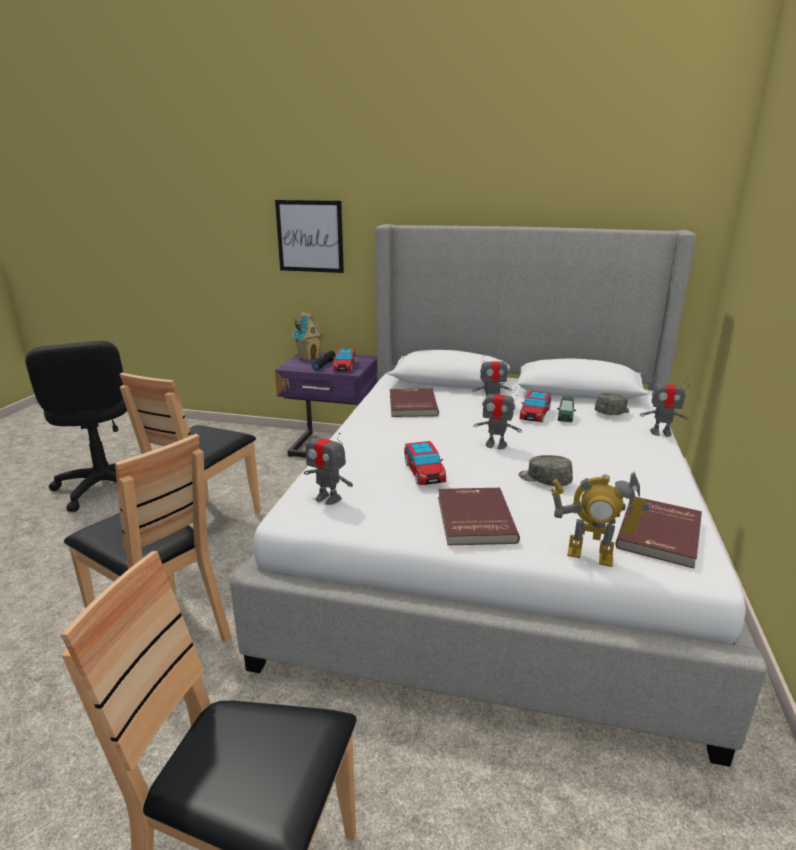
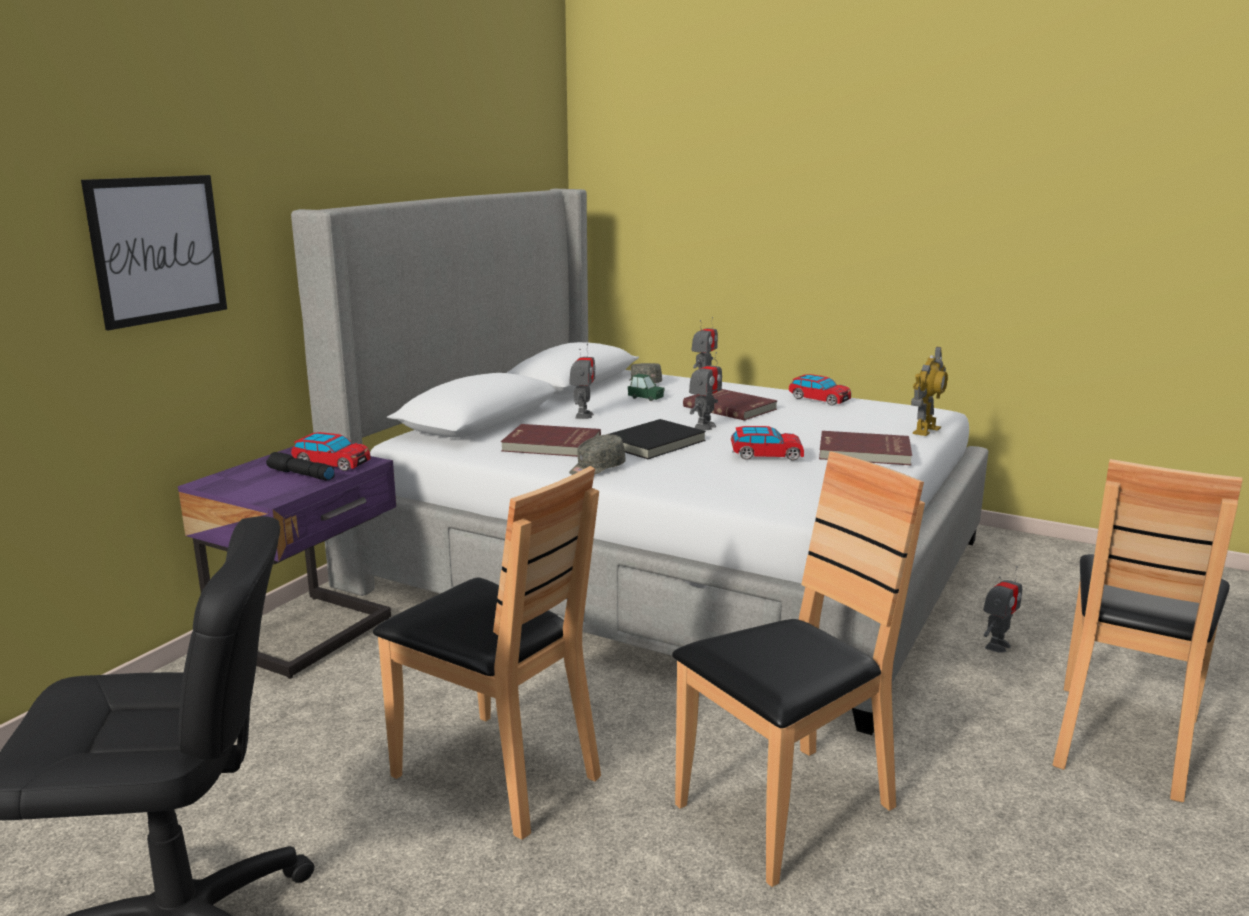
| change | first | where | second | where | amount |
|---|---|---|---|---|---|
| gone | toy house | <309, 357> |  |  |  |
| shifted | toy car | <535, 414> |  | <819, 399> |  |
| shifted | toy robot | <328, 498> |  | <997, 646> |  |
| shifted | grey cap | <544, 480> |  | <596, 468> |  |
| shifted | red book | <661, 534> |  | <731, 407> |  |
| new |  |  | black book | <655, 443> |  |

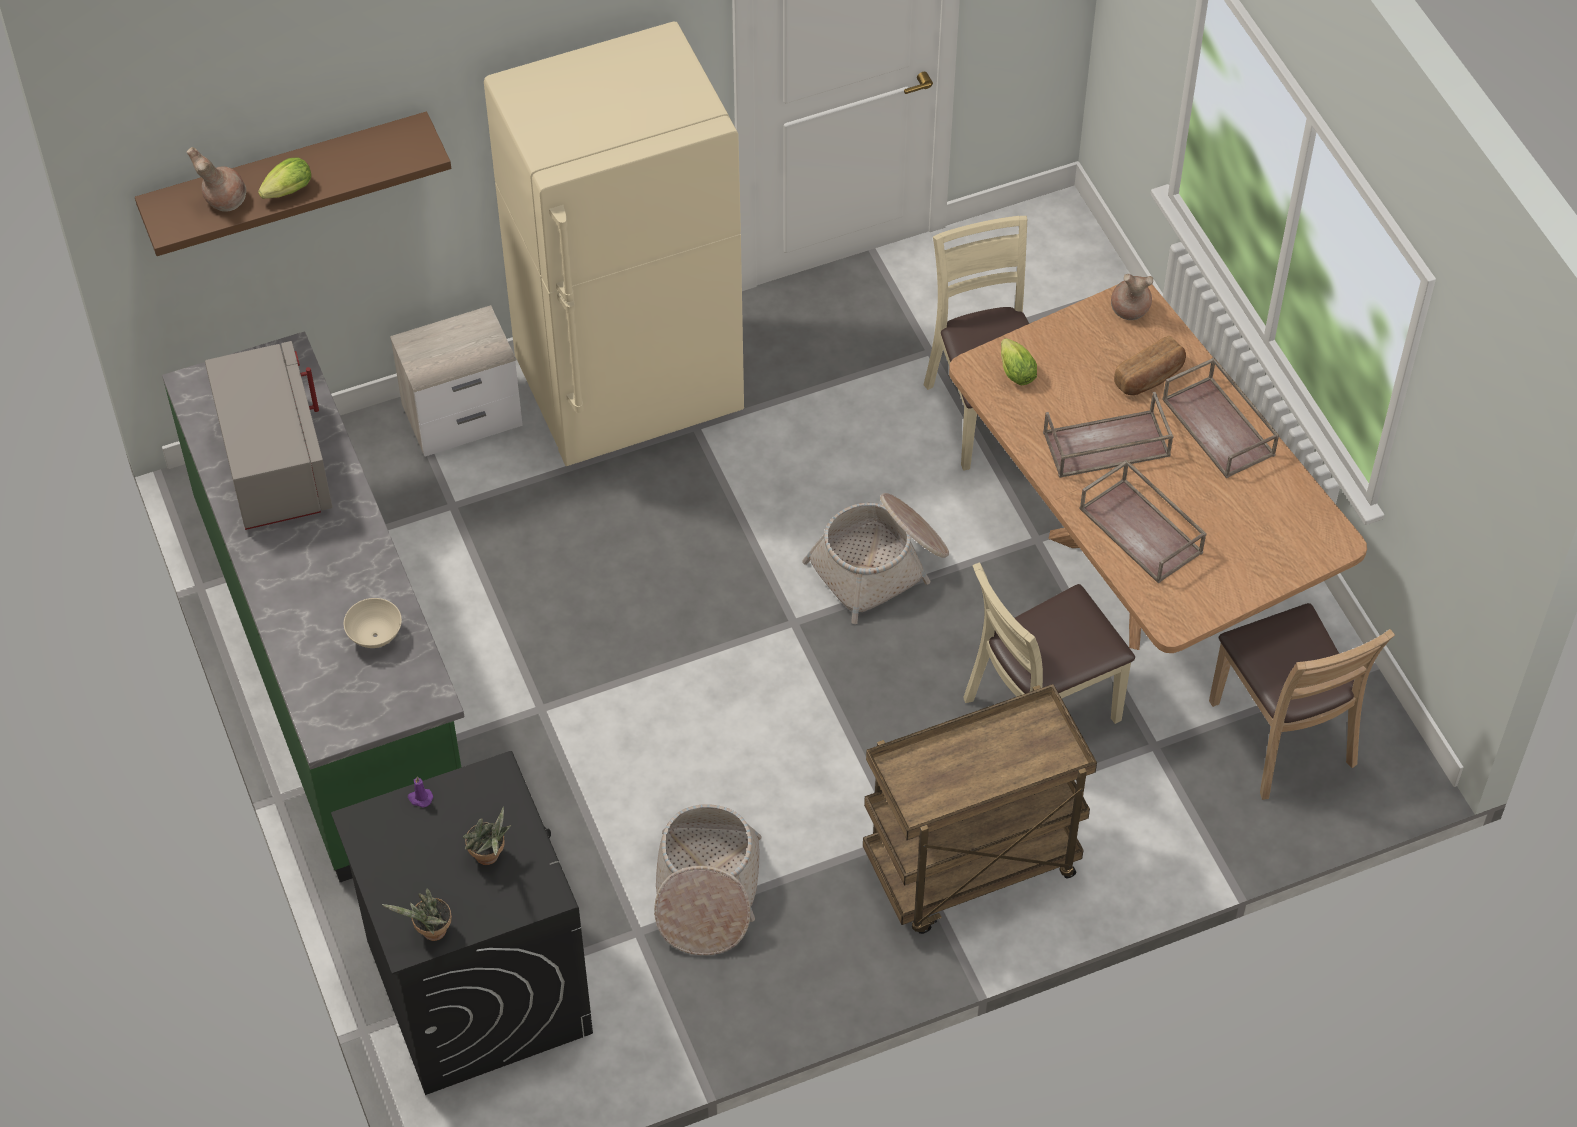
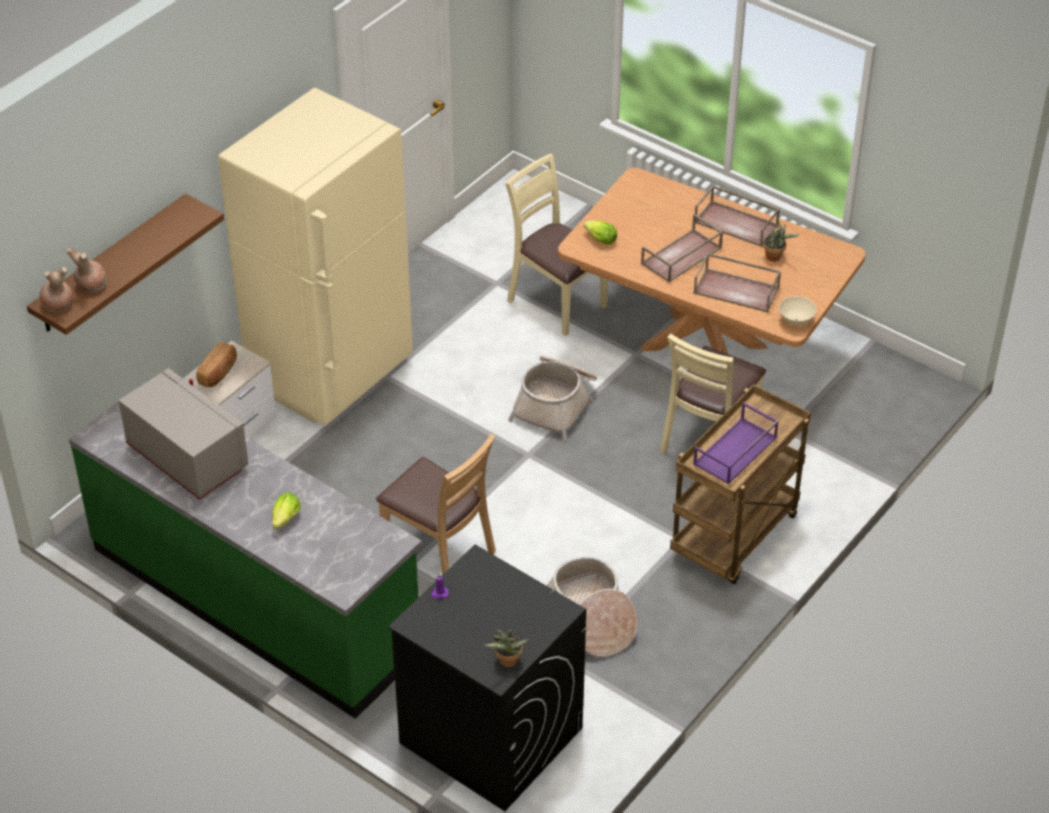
| change | first | where | second | where | amount |
|---|---|---|---|---|---|
| shifted | lettuce | <286, 193> |  | <285, 521> |  |
| shifted | brown vase | <1129, 311> |  | <57, 306> |  |
| shifted | bread | <1150, 377> |  | <219, 372> |  |
| shifted | beige bowl | <375, 637> |  | <796, 321> |  |
| shifted | brown chair | <1281, 736> |  | <439, 554> |  |
| shifted | potted plant | <490, 857> |  | <775, 257> |  |
| new |  |  | purple tray | <735, 452> |  |

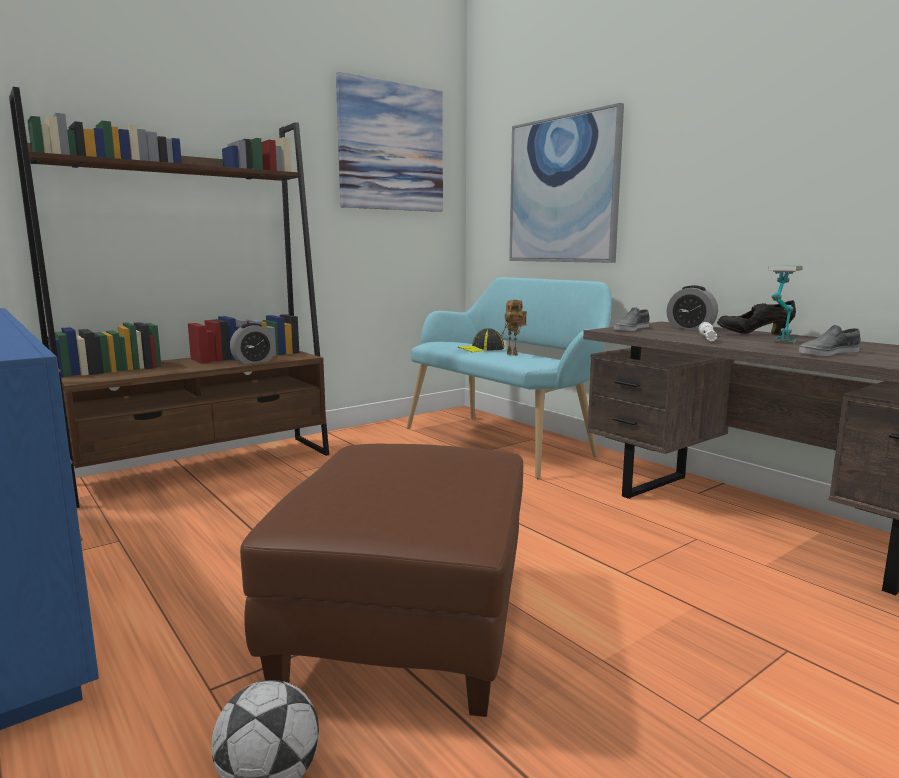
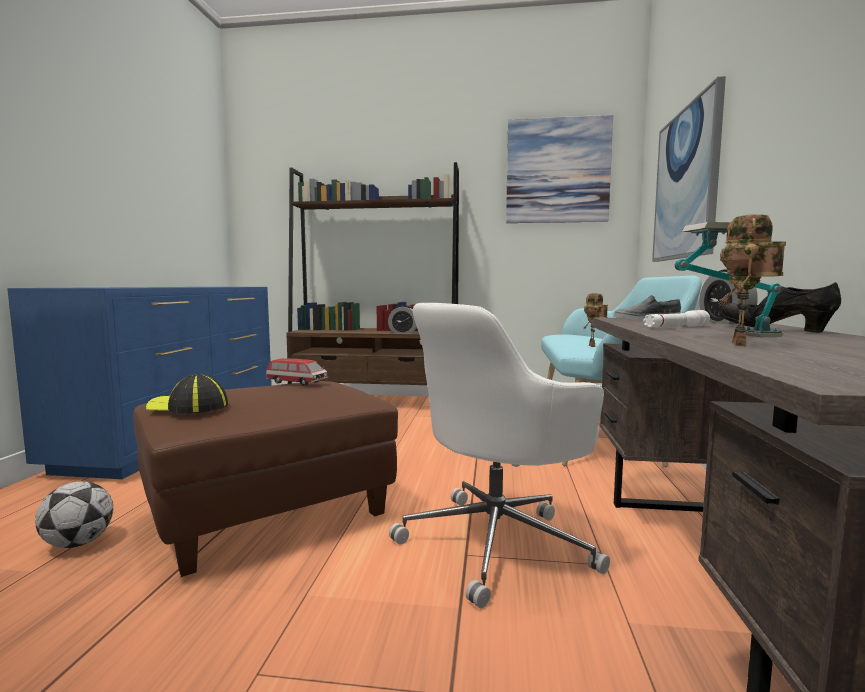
| change | first | where | second | where | amount |
|---|---|---|---|---|---|
| swapped | grey shoe | <828, 353> | toy robot | <743, 344> |  |
| shifted | cap | <481, 349> |  | <188, 407> |  |
| new |  |  | white office chair | <498, 542> |  |
| new |  |  | toy car | <297, 383> |  |

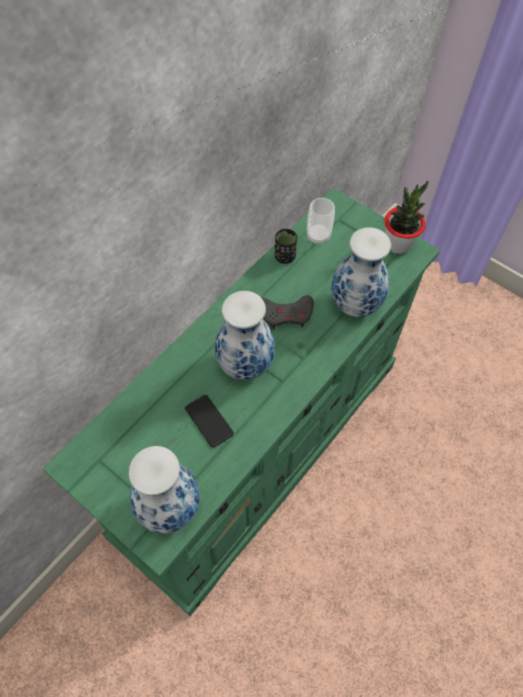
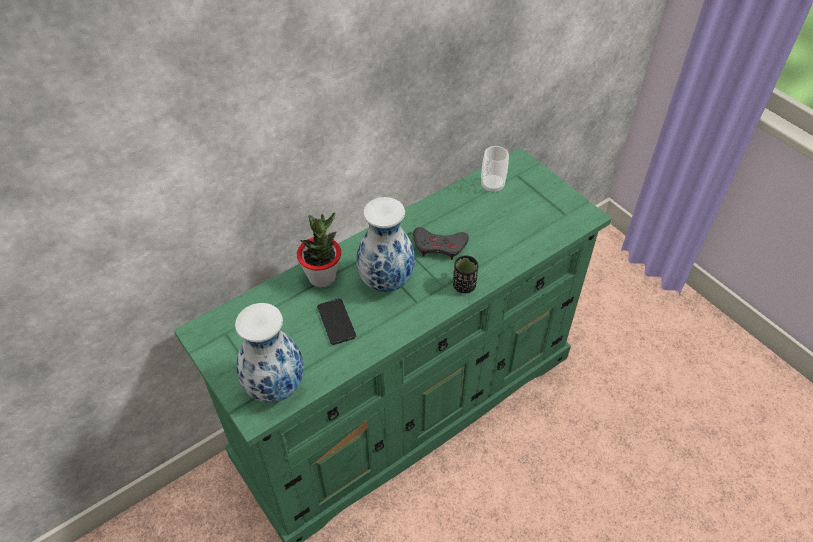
| change | first | where | second | where | amount |
|---|---|---|---|---|---|
| shifted | potted plant | <398, 244> |  | <322, 277> |  |
| gone | vase | <354, 304> |  |  |  |
| shifted | black cup | <285, 256> |  | <464, 286> |  |

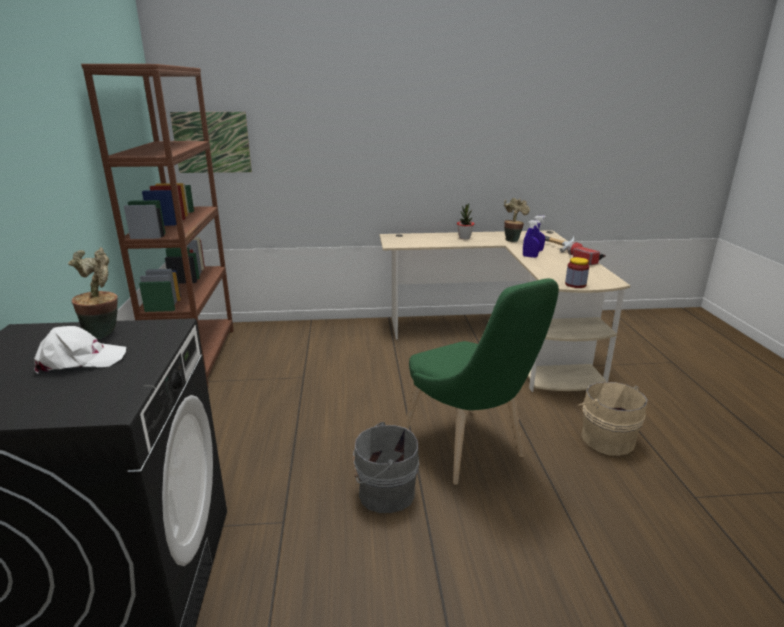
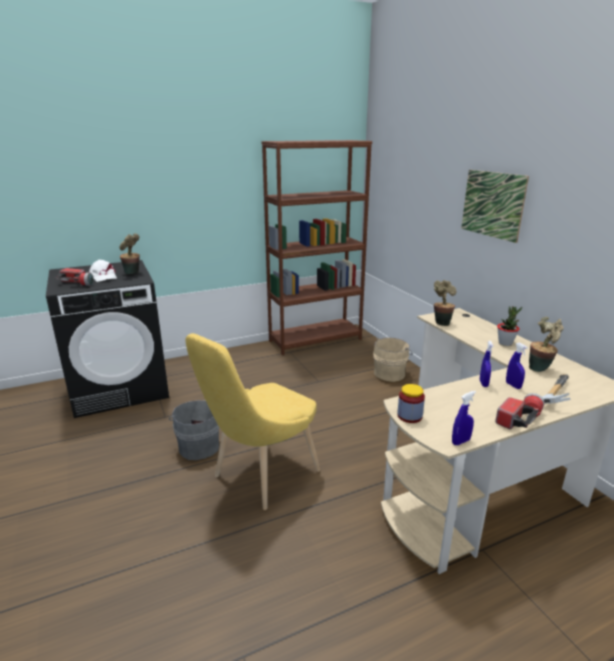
| change | first | where | second | where | amount |
|---|---|---|---|---|---|
| shifted | picture | <212, 142> |  | <492, 204> |  |
| repainted | green chair | <467, 450> | yellow chair | <261, 476> |  |
| shifted | beige bucket | <606, 438> |  | <390, 373> |  |
| new |  |  | flashlight | <77, 283> |  |
| new |  |  | potted plant | <441, 322> |  |
| new |  |  | blue spray bottle | <460, 441> |  |

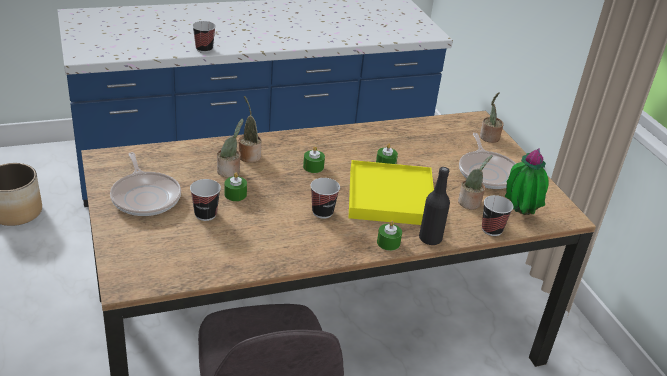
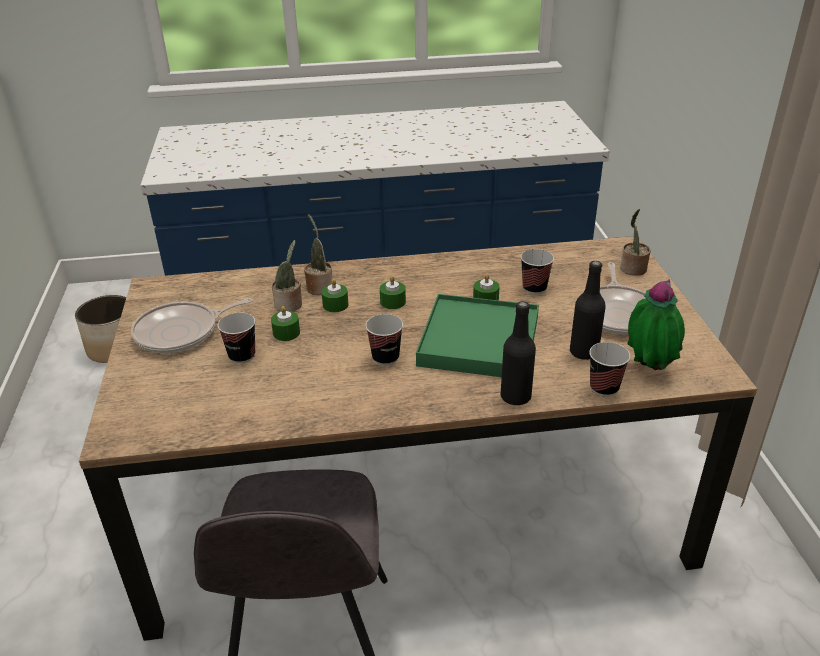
| change | first | where | second | where | amount |
|---|---|---|---|---|---|
| shifted | cup | <204, 49> |  | <534, 288> |  |
| rotated | frying pan | <145, 196> |  | <181, 332> | 75 degrees clockwise |
| swapped | potted plant | <470, 203> | black bottle | <583, 352> |  |
| repainted | yellow tray | <391, 197> | green tray | <479, 341> |  |
| shifted | green candle | <388, 243> |  | <335, 305> |  |

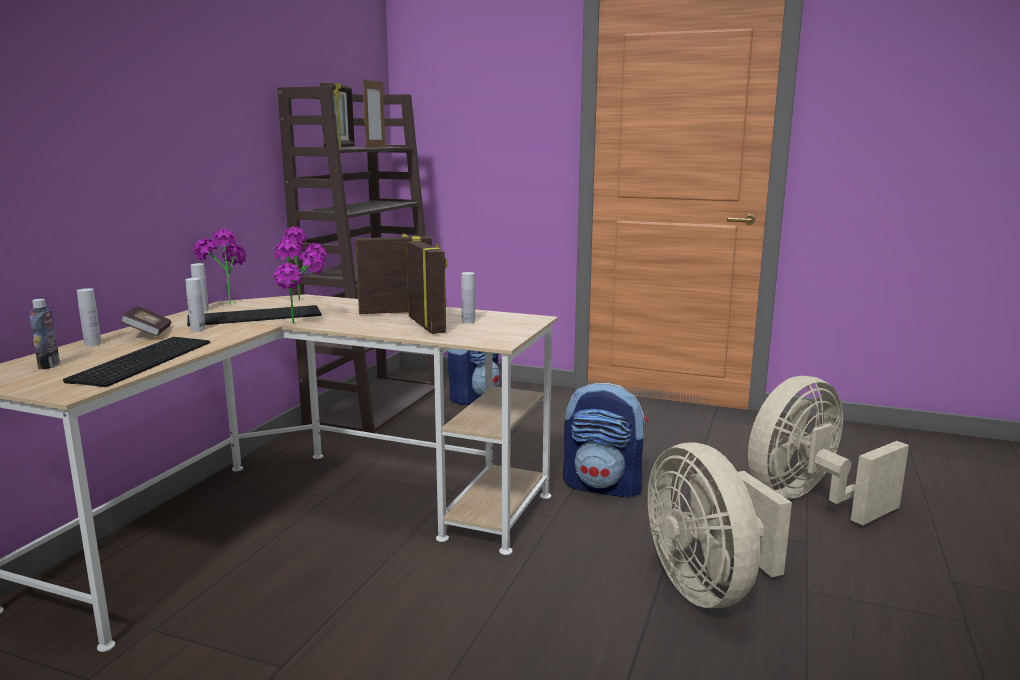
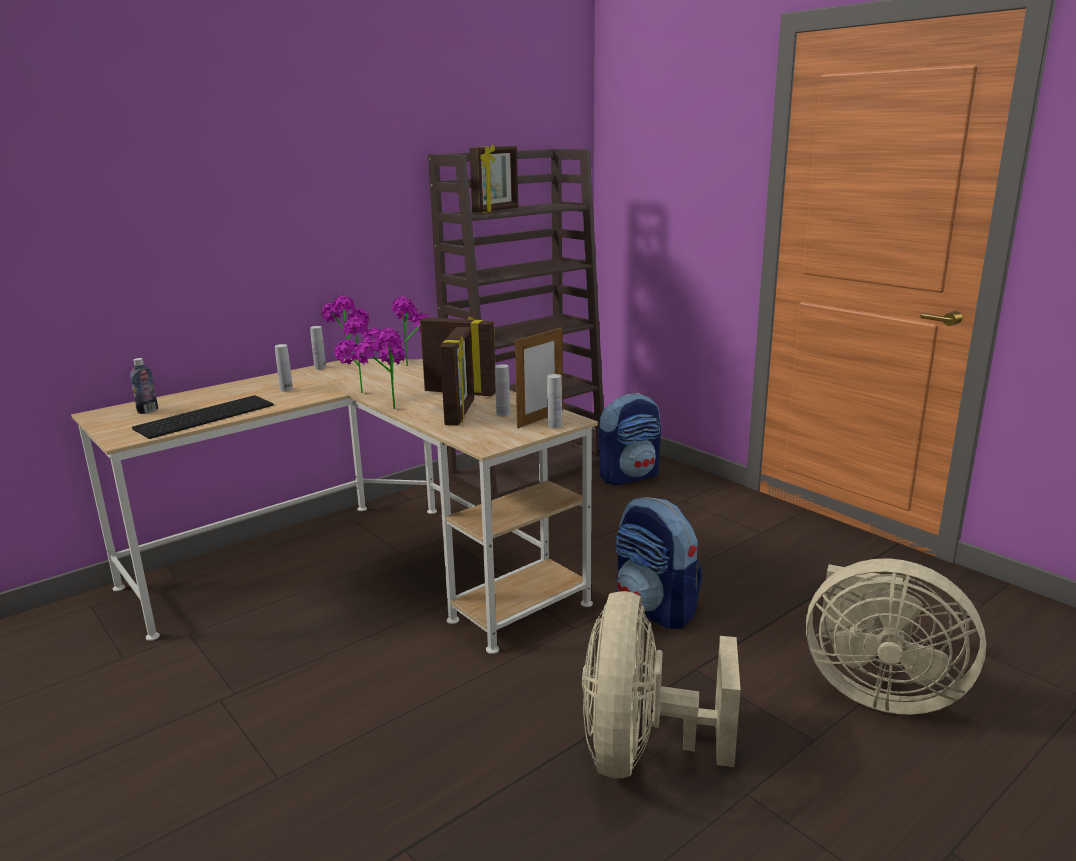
| change | first | where | second | where | amount |
|---|---|---|---|---|---|
| shifted | picture frame | <375, 147> |  | <540, 419> |  |
| shifted | white bottle | <92, 344> |  | <554, 426> |  |
| gone | keyboard | <256, 316> |  |  |  |
| gone | book | <148, 333> |  |  |  |
| rotated | beige fan | <807, 500> |  | <876, 691> | 150 degrees counterclockwise |
| new |  |  | potted plant | <386, 407> |  |

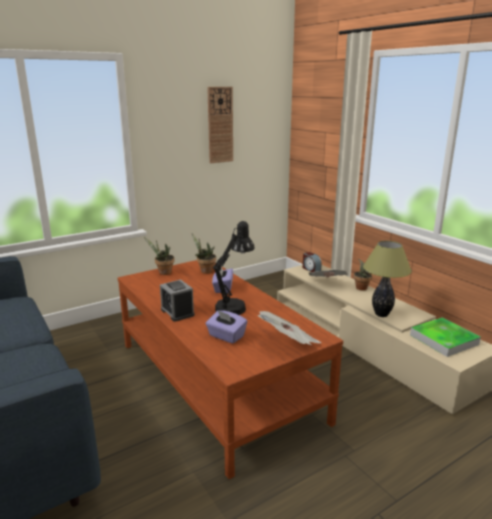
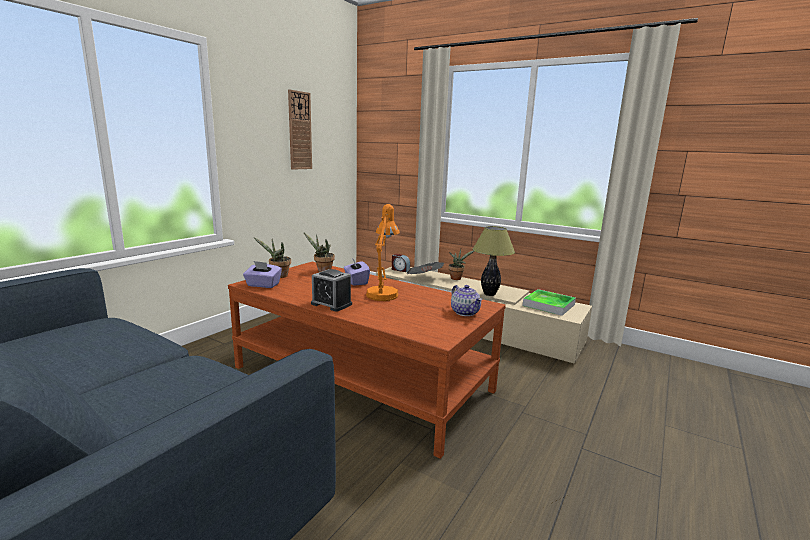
| change | first | where | second | where | amount |
|---|---|---|---|---|---|
| repainted | black table lamp | <234, 306> | orange table lamp | <383, 293> |  |
| shifted | purple tissue box | <226, 336> |  | <263, 285> |  |
| swapped | newspaper | <289, 343> | teapot | <465, 312> |  |

